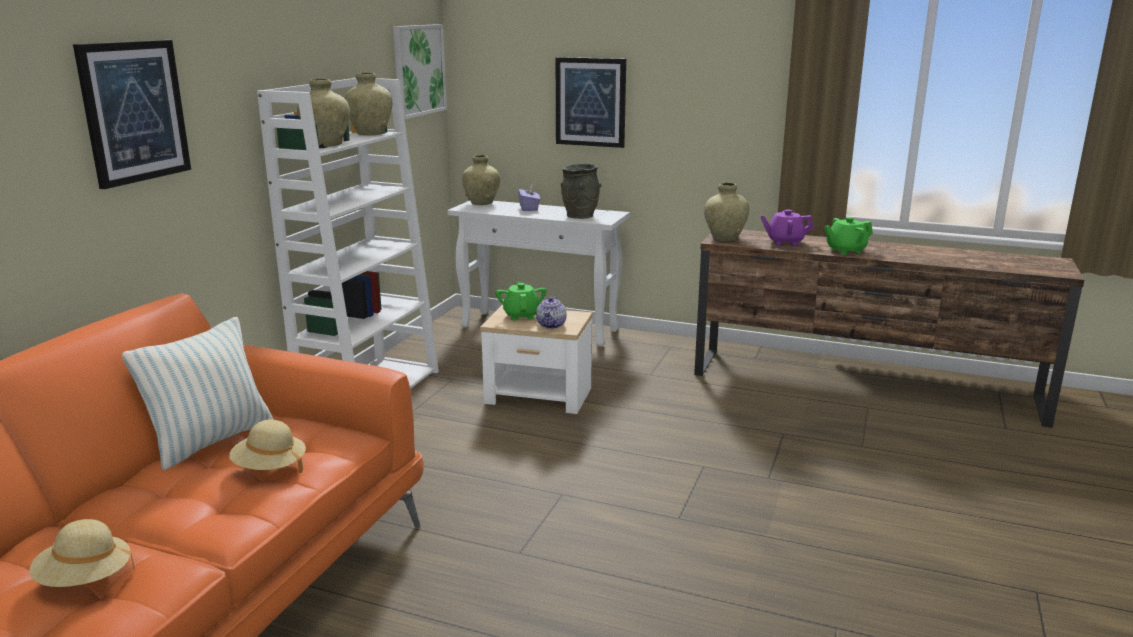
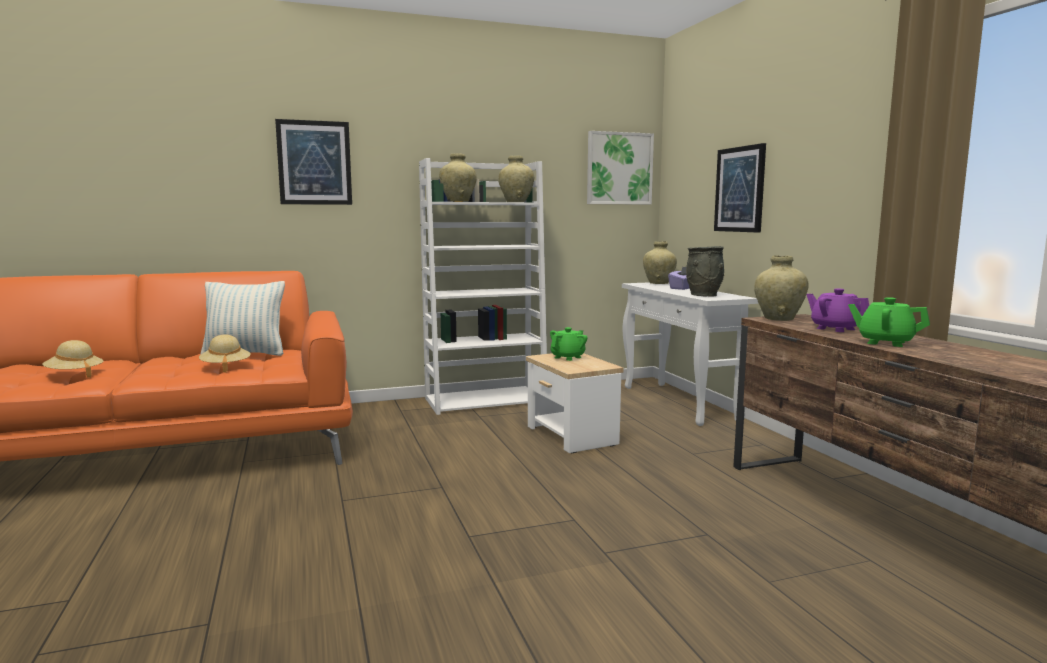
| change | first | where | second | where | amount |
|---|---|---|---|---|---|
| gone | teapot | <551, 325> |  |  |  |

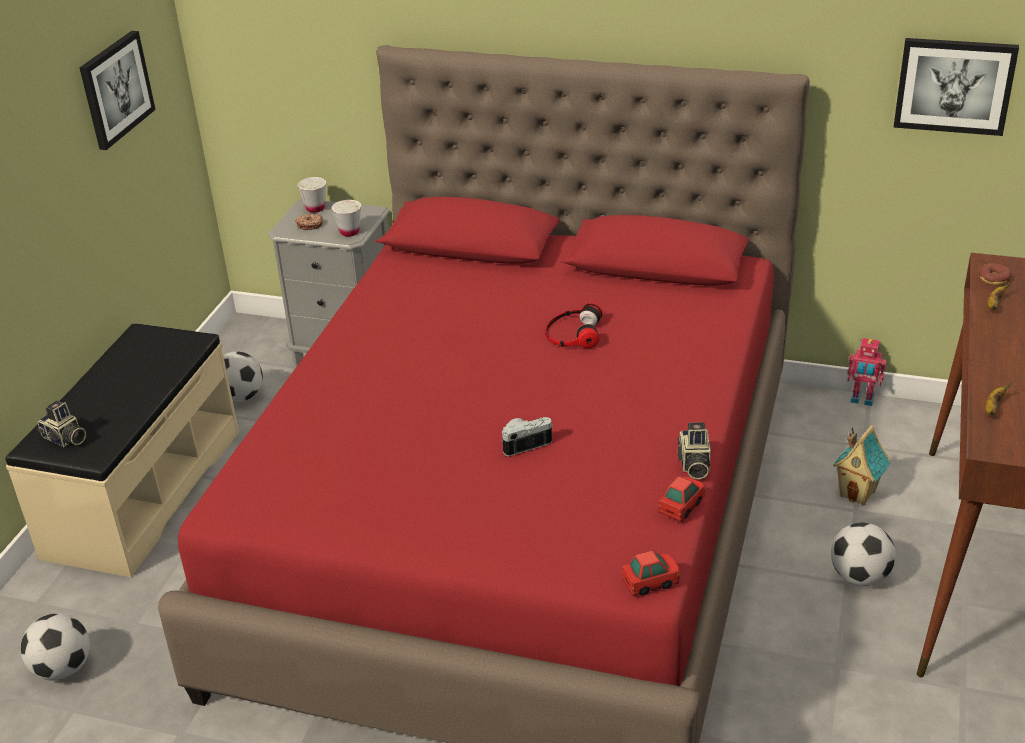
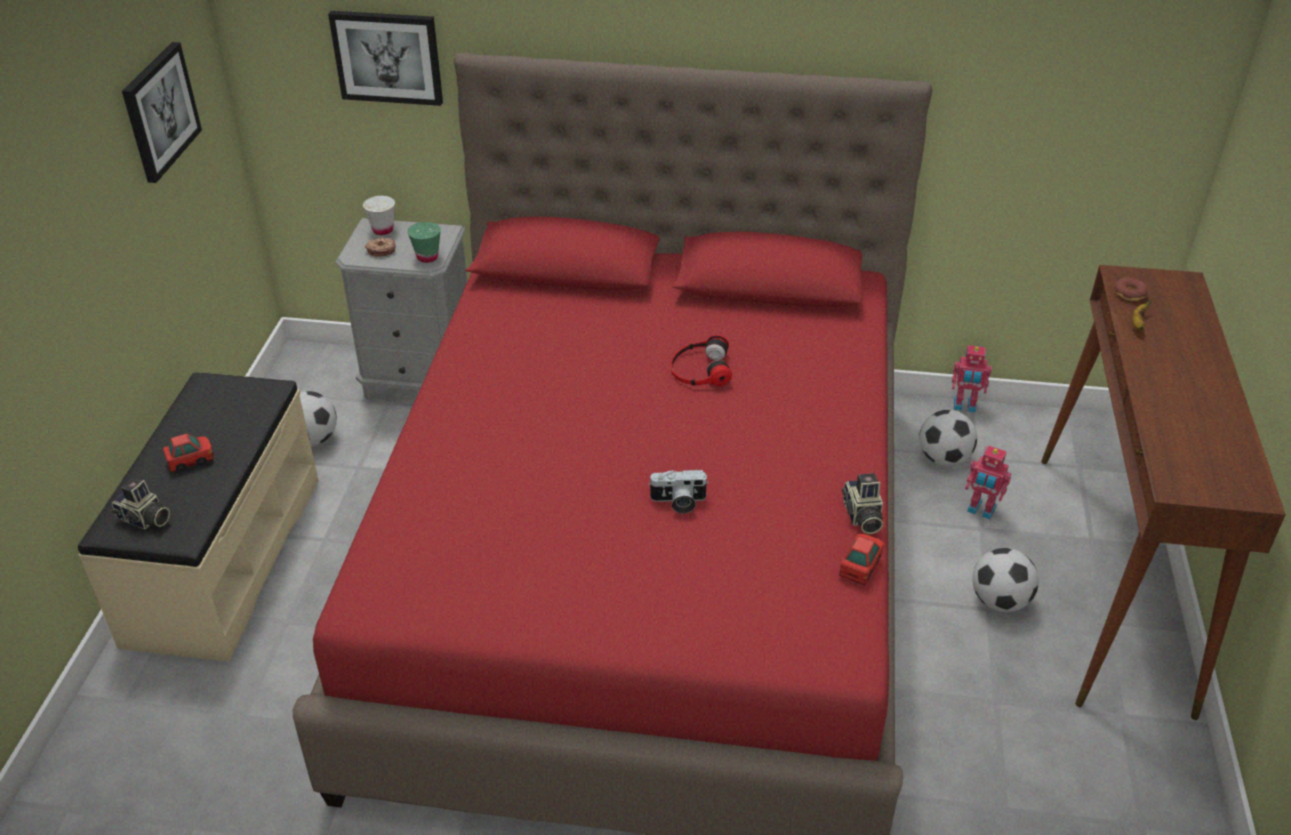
| change | first | where | second | where | amount |
|---|---|---|---|---|---|
| shifted | picture | <954, 85> |  | <388, 57> |  |
| repainted | white cup | <349, 232> | green cup | <427, 257> |  |
| gone | banana | <993, 408> |  |  |  |
| rotated | photo camera | <524, 443> |  | <678, 502> | 150 degrees counterclockwise |
| swapped | toy house | <858, 494> | toy robot | <981, 510> |  |
| shifted | toy car | <651, 582> |  | <191, 460> |  |
| shifted | football | <63, 669> |  | <943, 459> |  |

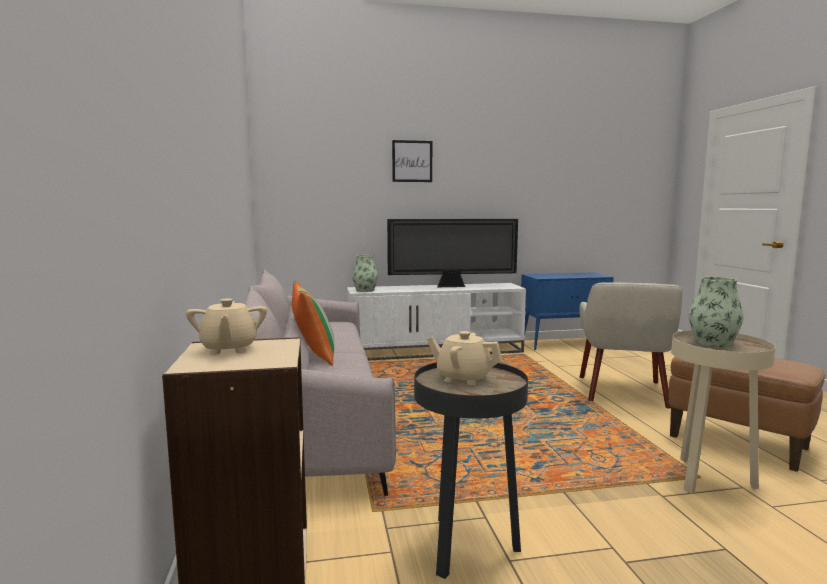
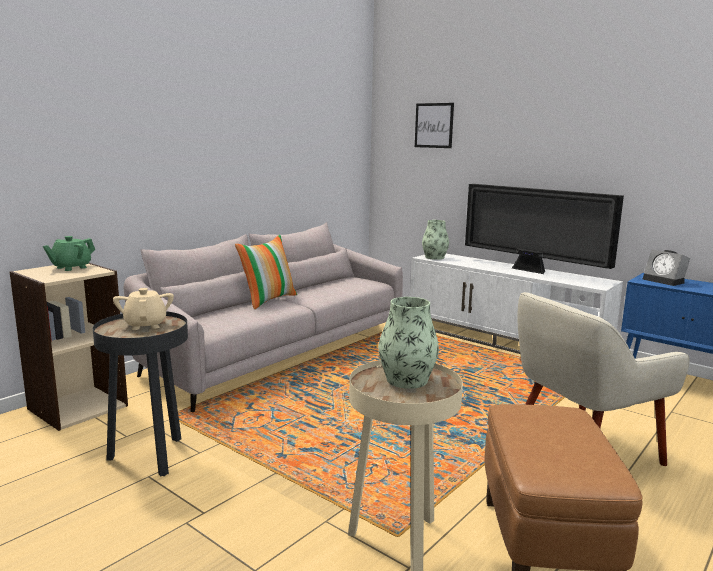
| change | first | where | second | where | amount |
|---|---|---|---|---|---|
| shifted | picture | <412, 161> |  | <434, 125> |  |
| repainted | beige teapot | <229, 349> | green teapot | <71, 267> |  |
| new |  |  | alarm clock | <665, 281> |  |

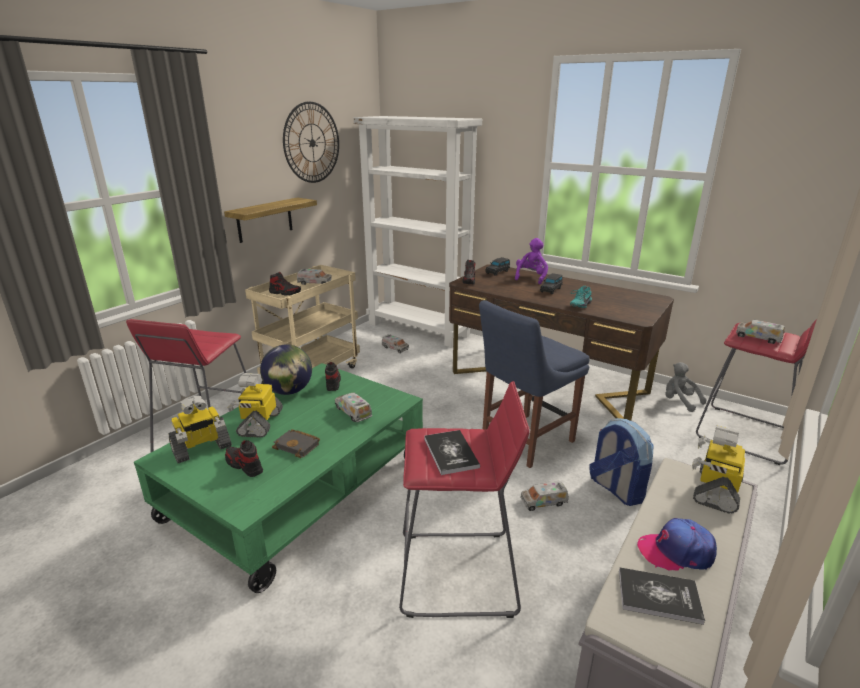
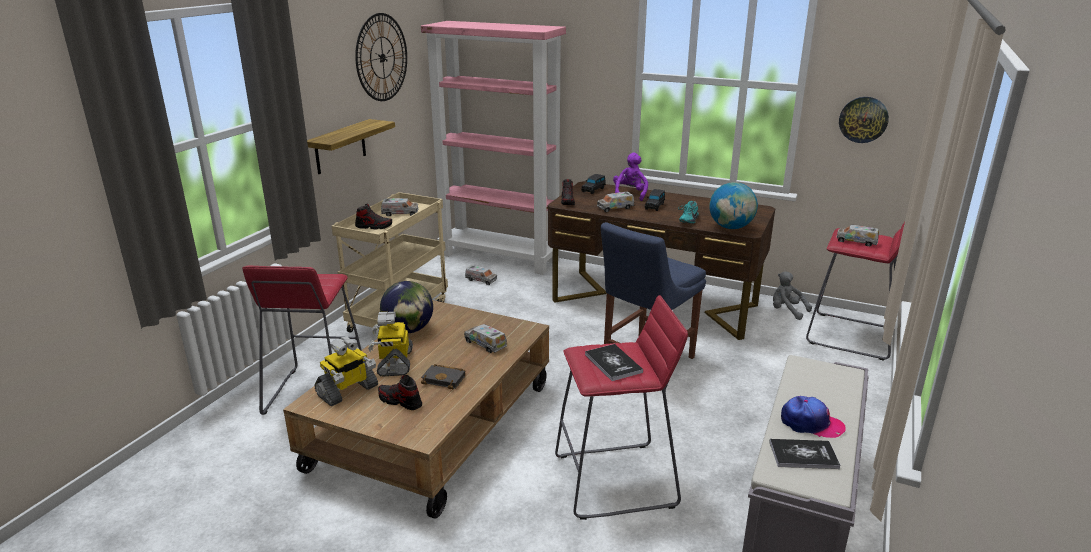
| change | first | where | second | where | amount |
|---|---|---|---|---|---|
| repainted | white bookcase | <419, 329> | pink bookcase | <500, 257> |  |
| gone | shoe | <332, 382> |  |  |  |
| repainted | green coffee table | <300, 488> | brown coffee table | <434, 427> |  |
| gone | backpack | <616, 489> |  |  |  |
| gone | toy robot | <715, 490> |  |  |  |
| shifted | toy truck | <543, 502> |  | <615, 208> |  |
| rotated | cap | <676, 551> |  | <811, 424> | 150 degrees counterclockwise |
| new |  |  | wall clock | <863, 119> |  |
| new |  |  | globe | <731, 227> |  |

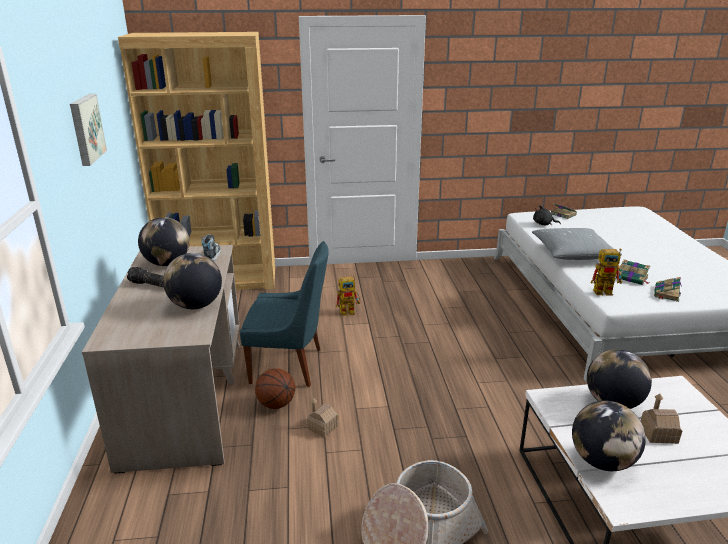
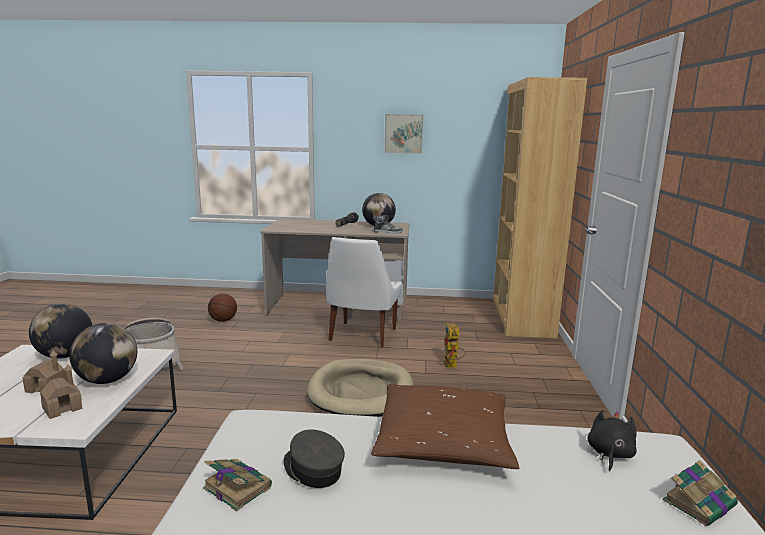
| change | first | where | second | where | amount |
|---|---|---|---|---|---|
| repainted | grey pillow | <572, 253> | brown pillow | <443, 441> |  |
| repainted | blue chair | <290, 366> | white chair | <362, 336> |  |
| gone | toy robot | <606, 291> |  |  |  |
| gone | globe | <196, 305> |  |  |  |
| swapped | book | <632, 278> | grey cap | <312, 469> |  |
| shifted | basketball | <276, 404> |  | <223, 320> |  |
| shifted | toy house | <323, 427> |  | <62, 408> |  |
| new |  |  | beige dog bed | <361, 392> |  |

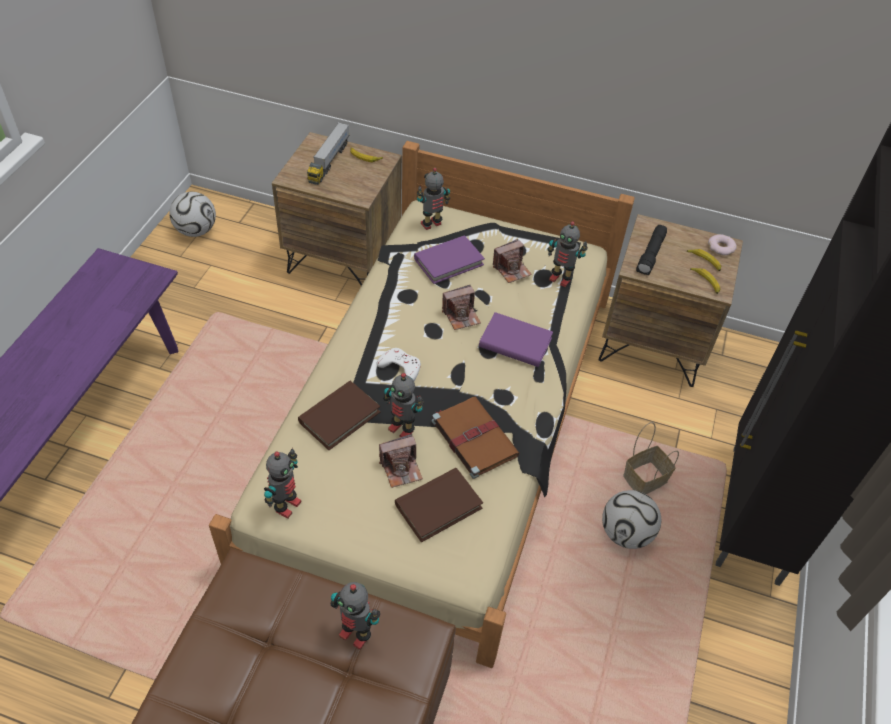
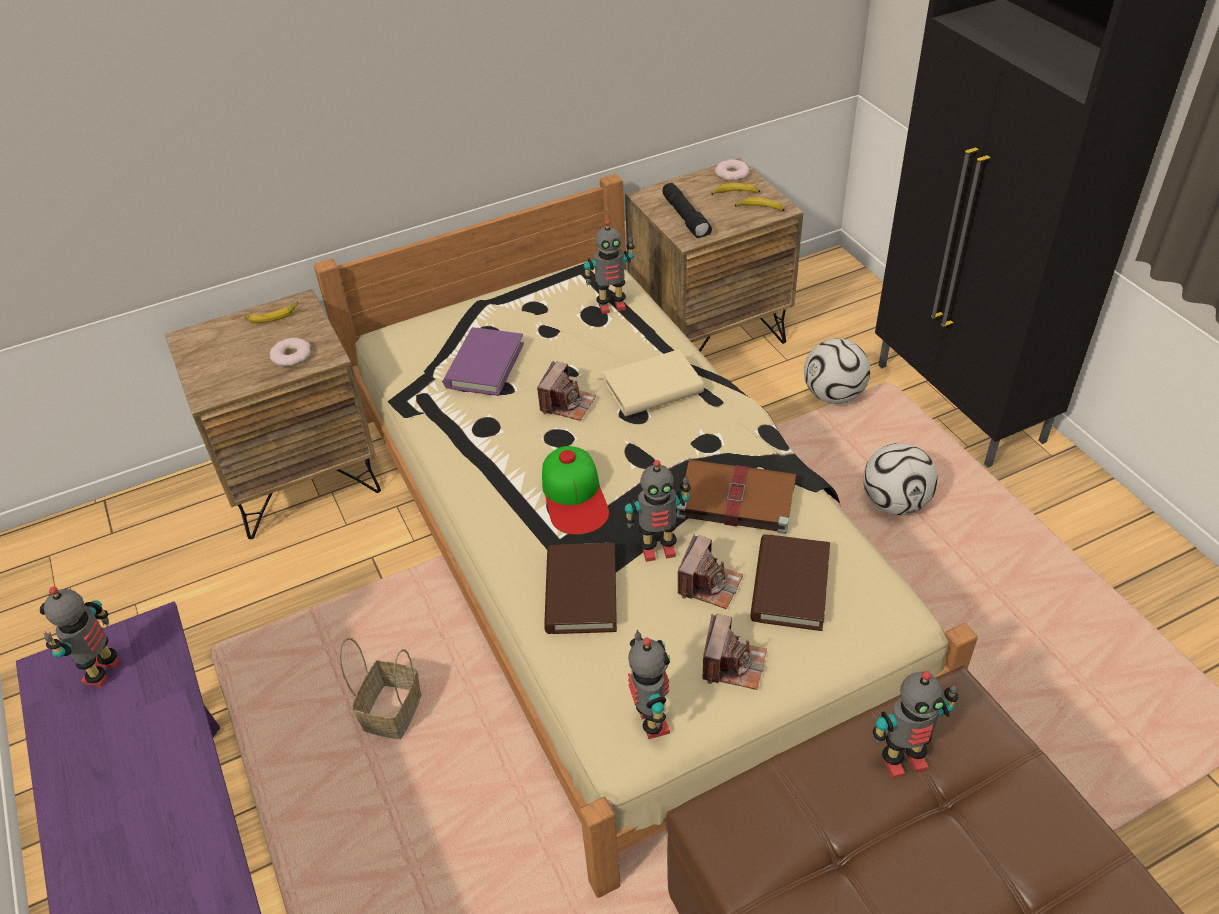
| change | first | where | second | where | amount |
|---|---|---|---|---|---|
| gone | toy truck | <329, 161> |  |  |  |
| shifted | toy robot | <431, 225> |  | <104, 672> |  |
| shifted | football | <196, 230> |  | <833, 395> |  |
| shifted | photo camera | <511, 269> |  | <733, 664> |  |
| repainted | purple book | <515, 343> | beige book | <653, 388> |  |
| swapped | white game controller | <400, 367> | cap | <574, 496> |  |
| shifted | basket | <645, 478> |  | <392, 711> |  |
| new |  |  | donut | <291, 356> |  |

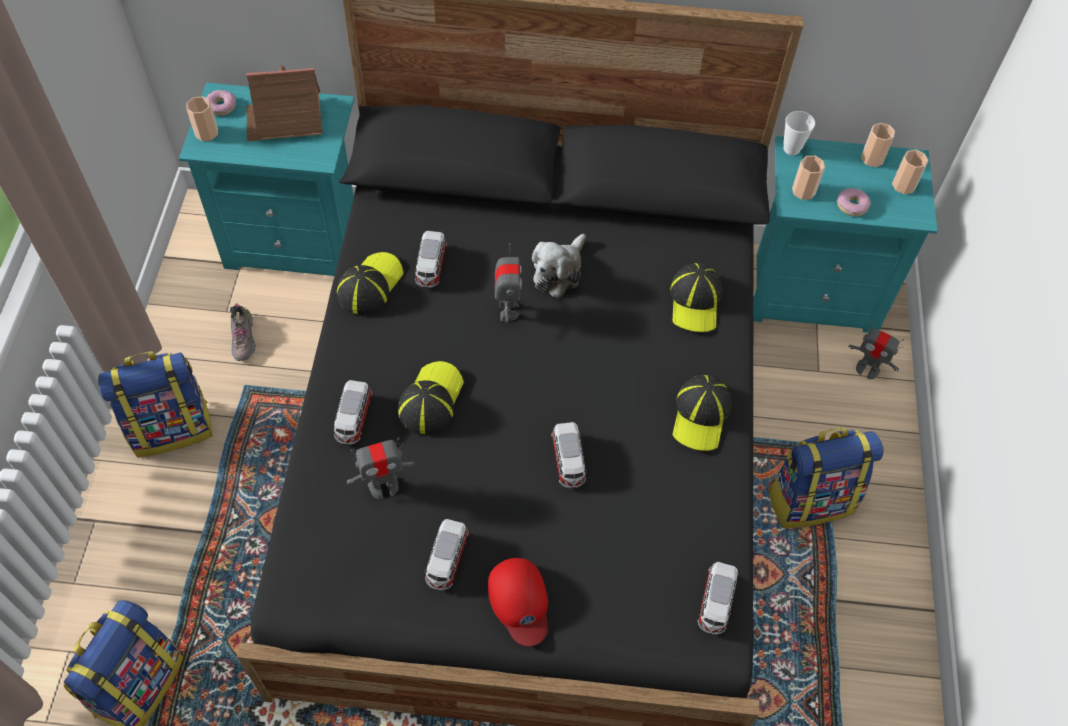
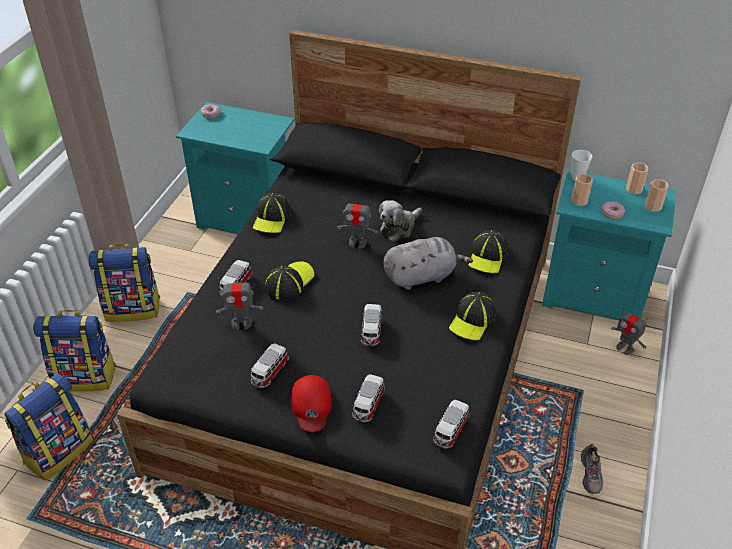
| change | first | where | second | where | amount |
|---|---|---|---|---|---|
| gone | toy house | <285, 120> |  |  |  |
| gone | cup | <206, 133> |  |  |  |
| shifted | toy car | <431, 267> |  | <368, 405> |  |
| rotated | toy robot | <507, 310> |  | <357, 243> | 90 degrees clockwise |
| rotated | cap | <369, 285> |  | <272, 218> | 150 degrees clockwise |
| shifted | shoe | <244, 338> |  | <591, 475> |  |
| shifted | backpack | <810, 500> |  | <86, 376> |  |
| new |  |  | grey plush toy | <422, 276> |  |

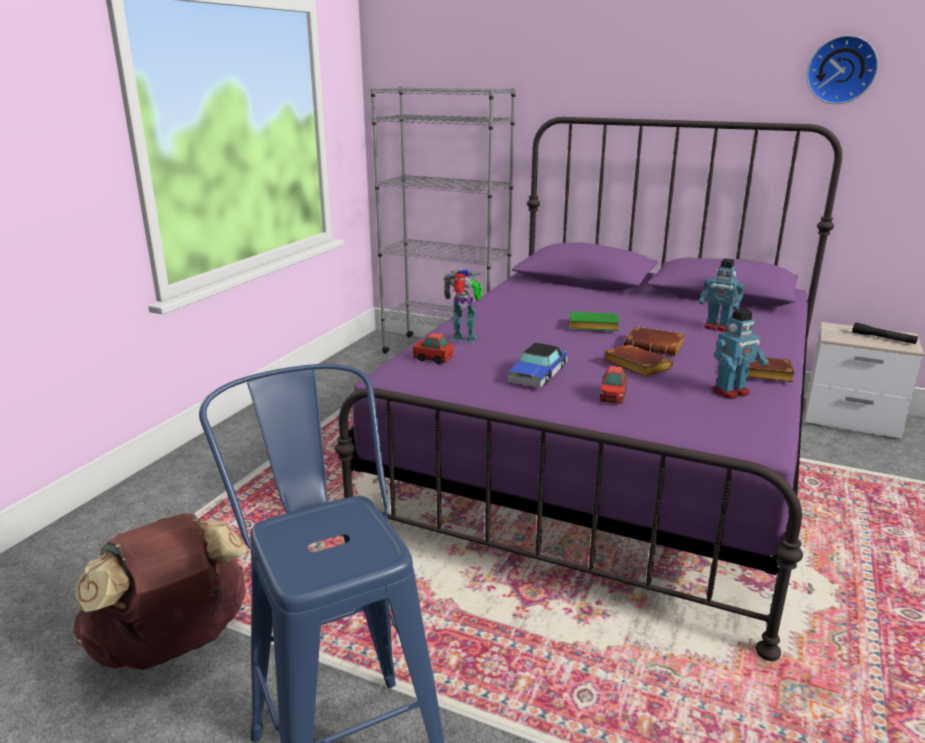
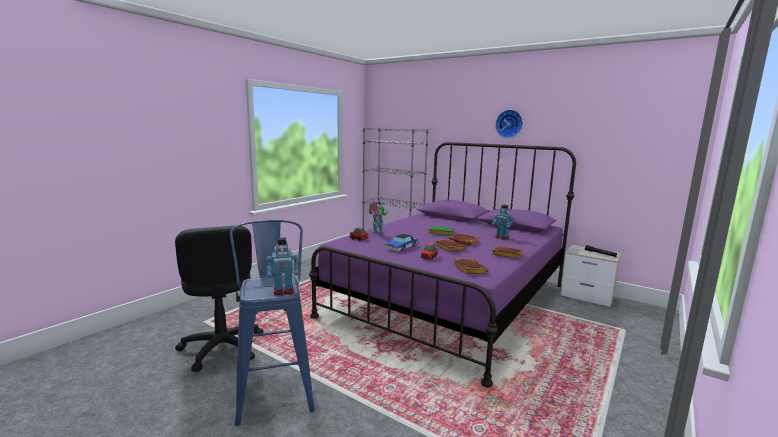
| change | first | where | second | where | amount |
|---|---|---|---|---|---|
| shifted | wall clock | <841, 70> |  | <509, 124> |  |
| shifted | toy robot | <731, 392> |  | <283, 291> |  |
| swapped | brown backpack | <173, 647> | black office chair | <221, 348> |  |
| new |  |  | brown book | <468, 269> |  |

